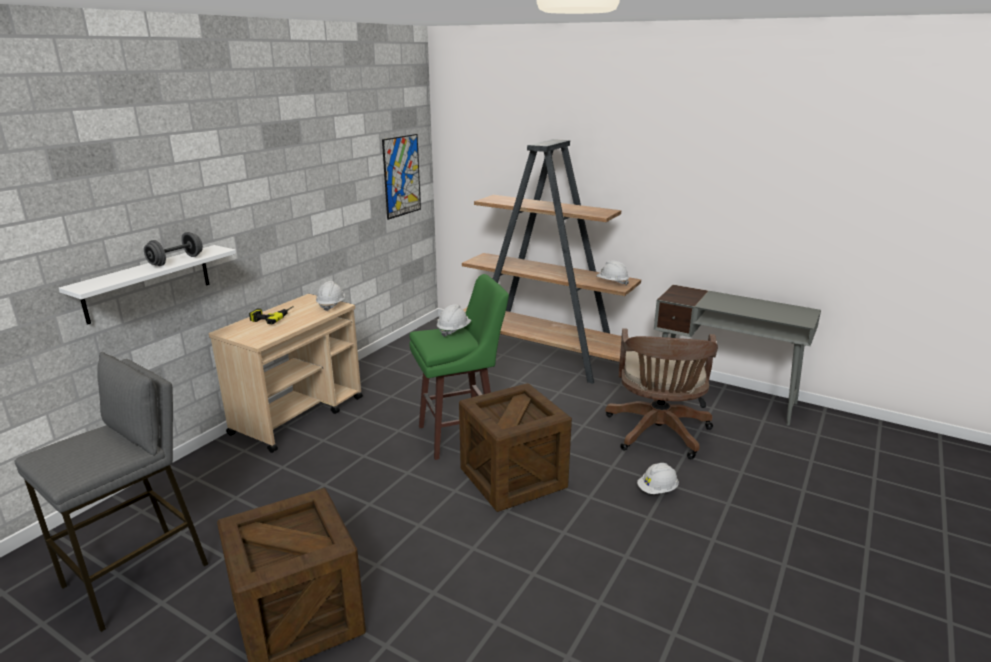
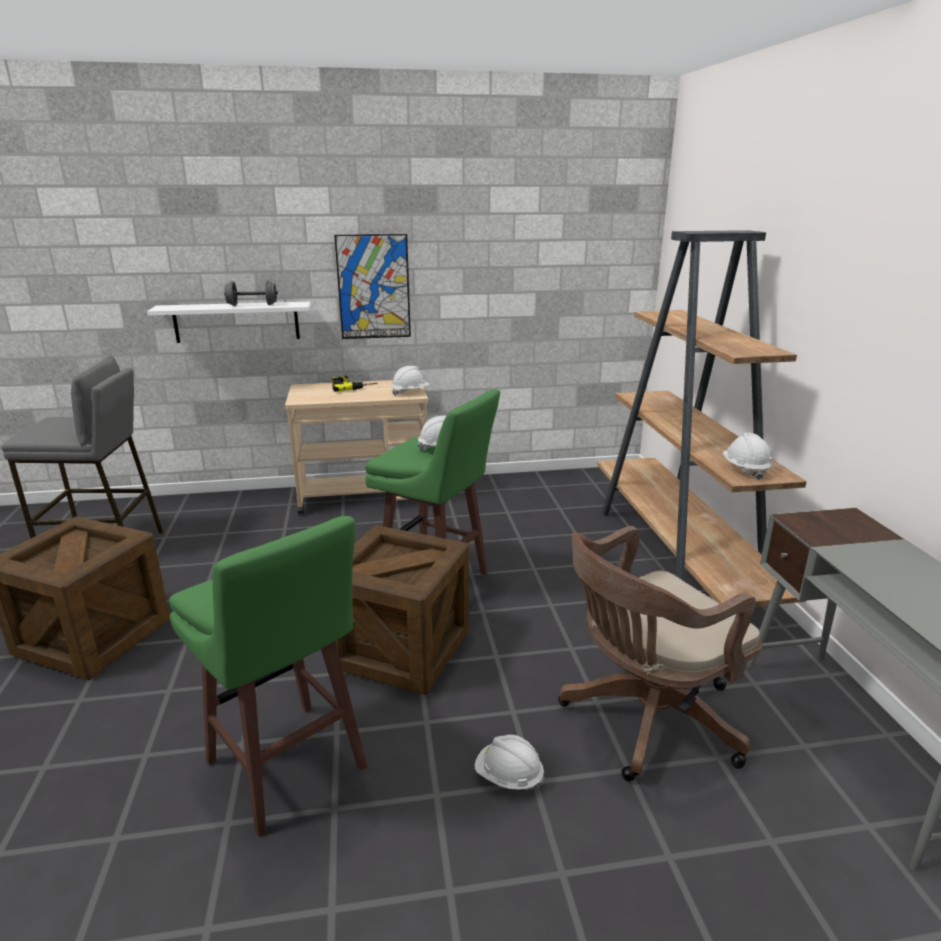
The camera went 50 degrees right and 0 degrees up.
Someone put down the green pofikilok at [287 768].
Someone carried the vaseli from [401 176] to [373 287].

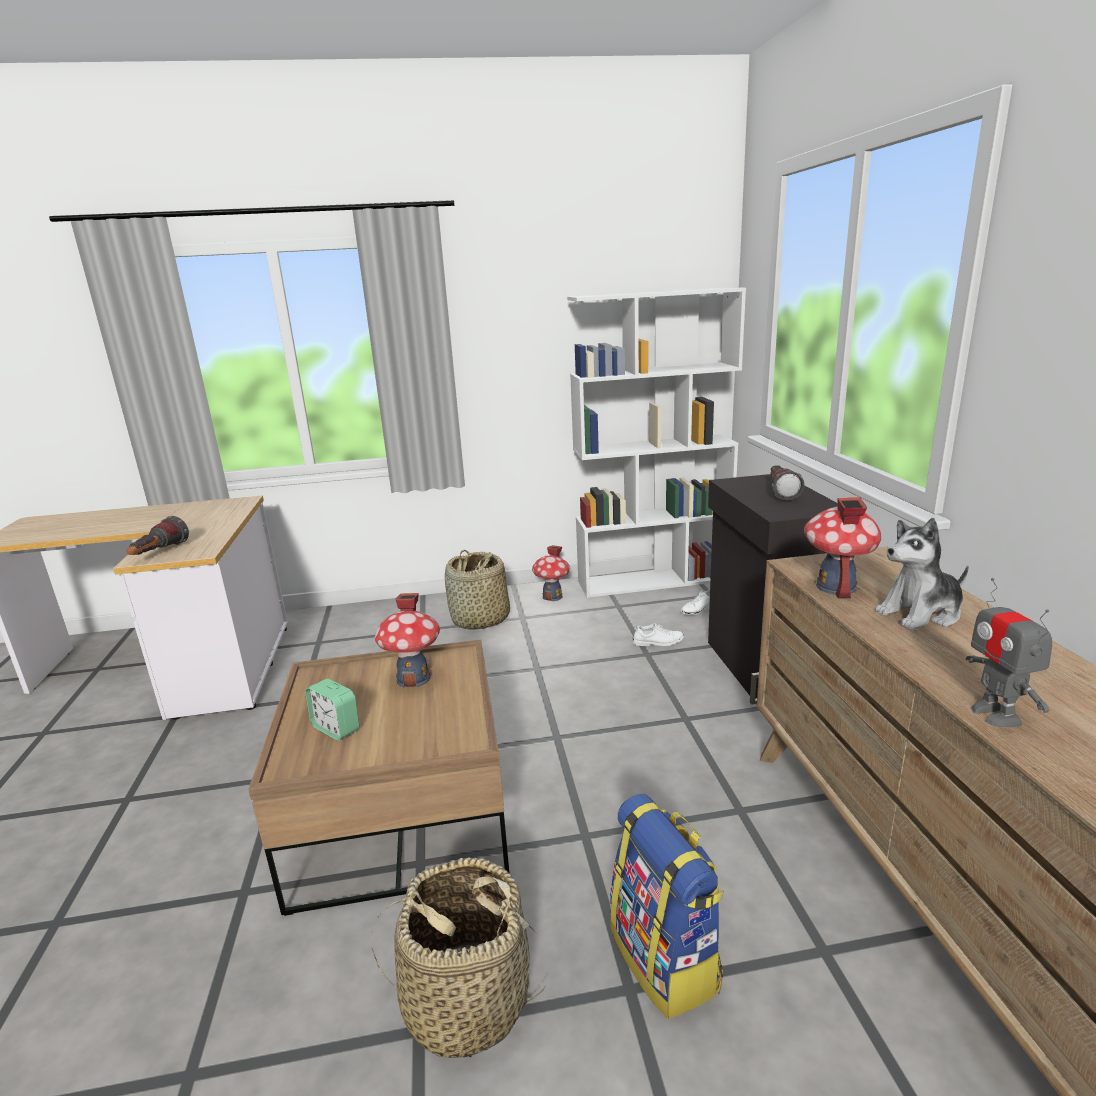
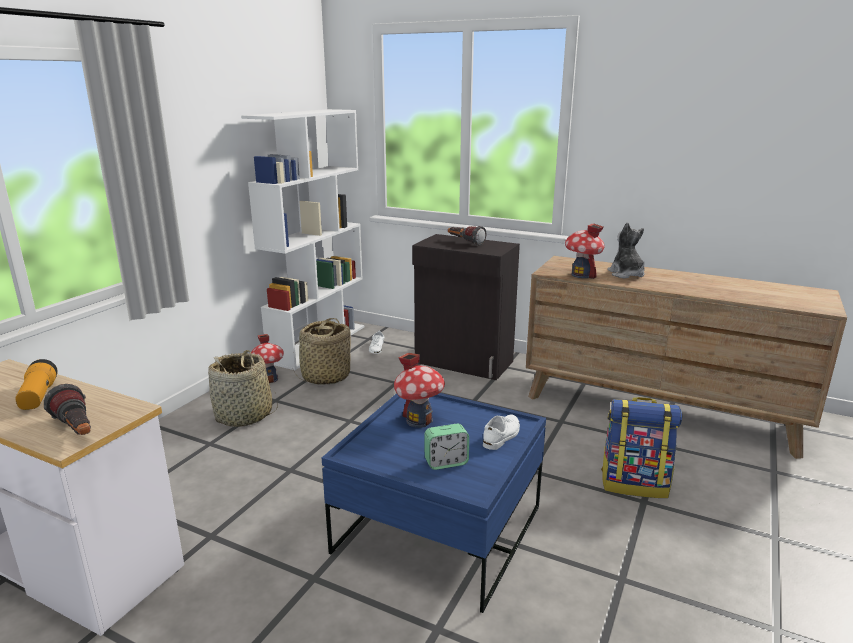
The camera went 55 degrees left and 0 degrees up.
Someone took away the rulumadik at [995 714].
Someone put down the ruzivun at [38 396].
Someone carried the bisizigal from [466 1000] to [325 377].
Someone carried the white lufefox from [658 641] to [501 436].
Someone repainted the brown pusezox at [401 817], which became the blue pusezox at [439 530].
Someone rotated the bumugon at [921 613] by 150 degrees clockwise.

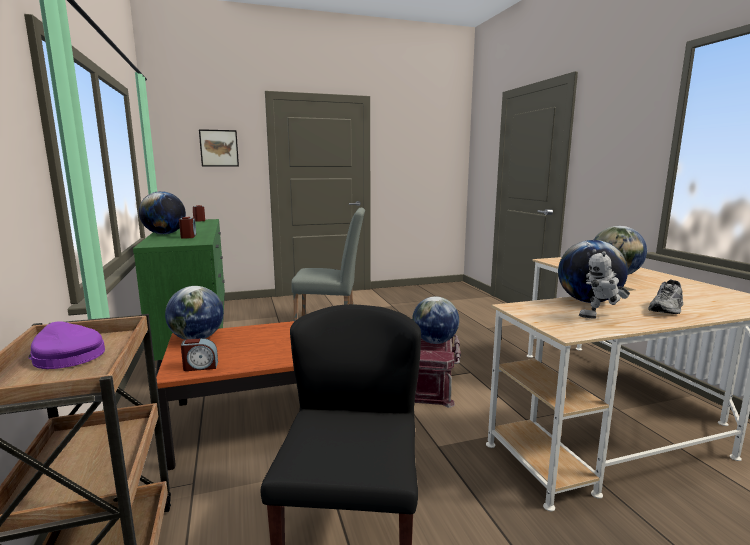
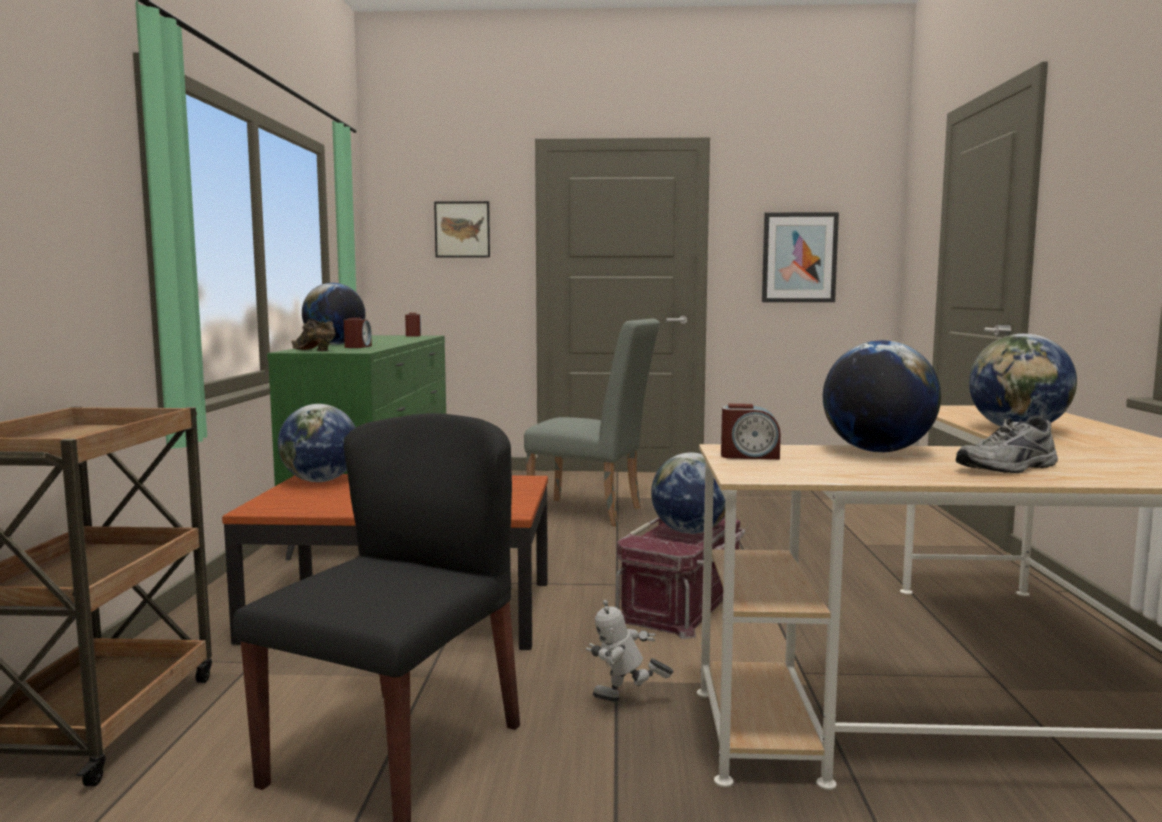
The camera went 20 degrees right and 5 degrees down.
Someone took away the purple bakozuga at [66 356].
Someone put down the brown lufefox at [313 350].
Someone put up the vaseli at [799 257].
Someone carried the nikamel from [200 366] to [749 456].
Someone carried the rulumadik from [601 318] to [625 703].

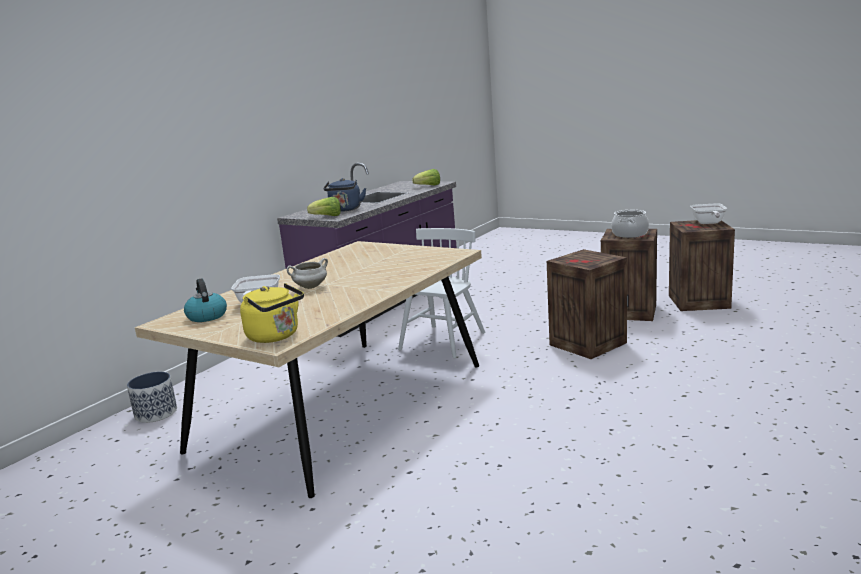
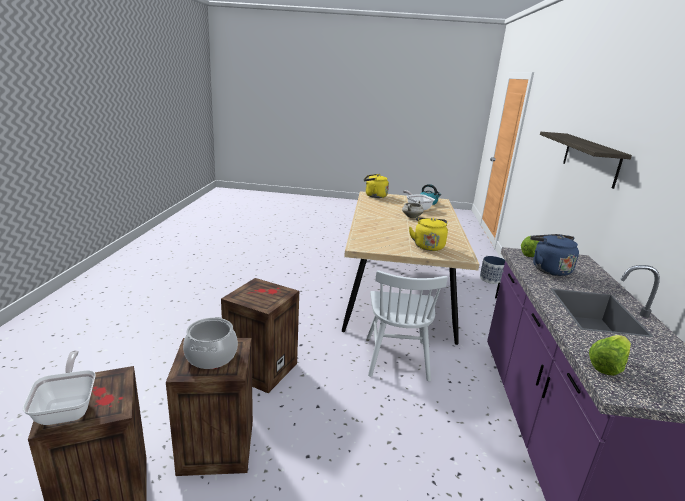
The camera went 150 degrees right and 5 degrees up.
Someone put down the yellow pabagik at [428 246].
Someone put up the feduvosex at [590 158].

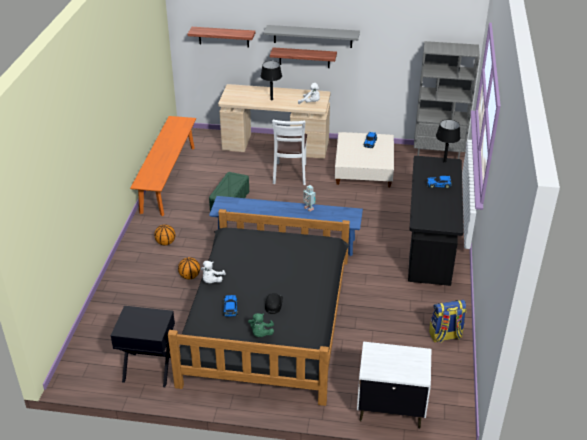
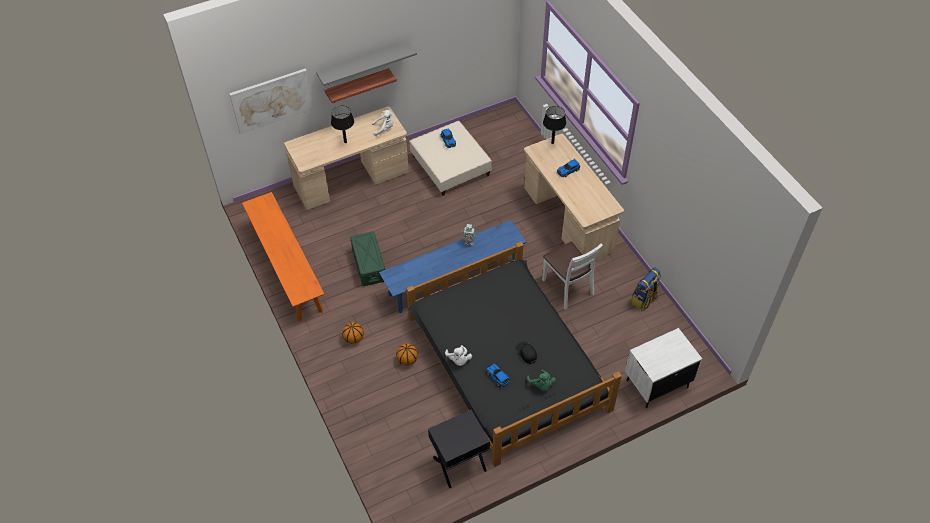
The camera went 35 degrees left and 15 degrees up.
Someone took away the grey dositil at [438 154].
Someone carried the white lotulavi from [290 174] to [567 288].
Someone swapped the feduvosex at [223 37] for the vaseli at [272 100].
Someone repainted the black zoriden at [430 245], which became the beige zoriden at [568 220].

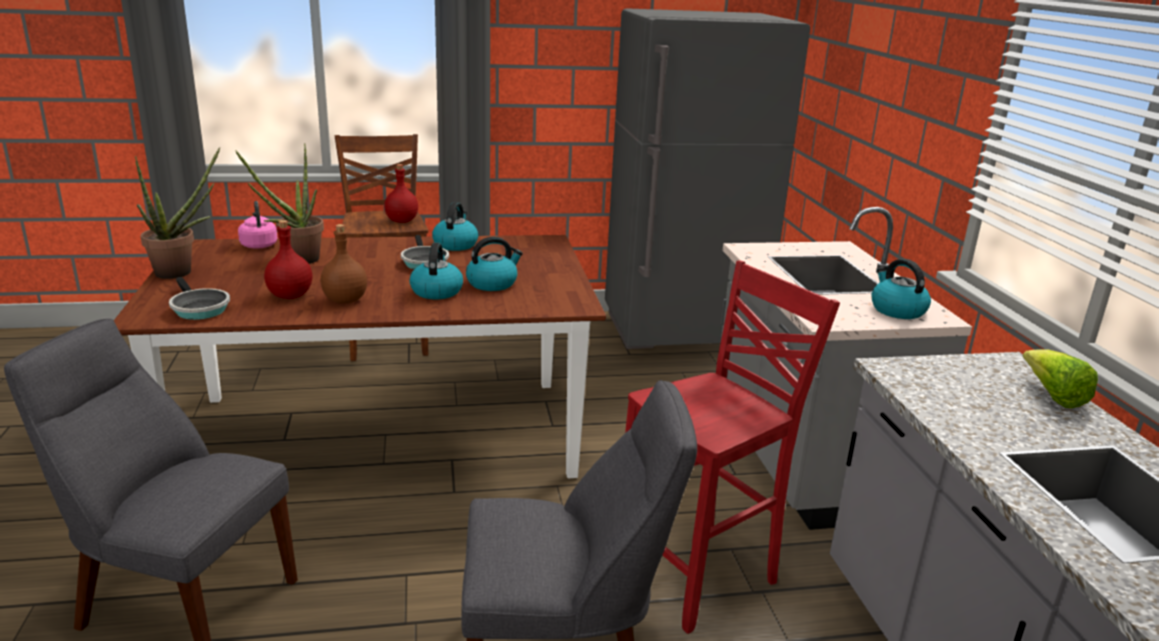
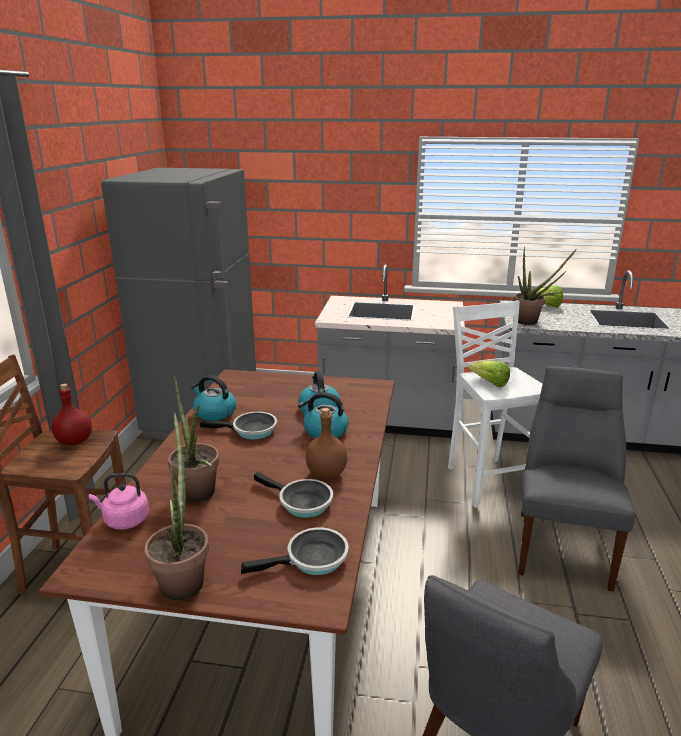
The camera went 70 degrees left and 0 degrees up.
Someone took away the pabagik at [897 310].
Someone put down the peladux at [490 383].
Someone put down the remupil at [531 322].
Someone swapped the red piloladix at [289 296] for the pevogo at [301 502].
Someone repainted the red pofikilok at [701 576], which became the white pofikilok at [487 480].

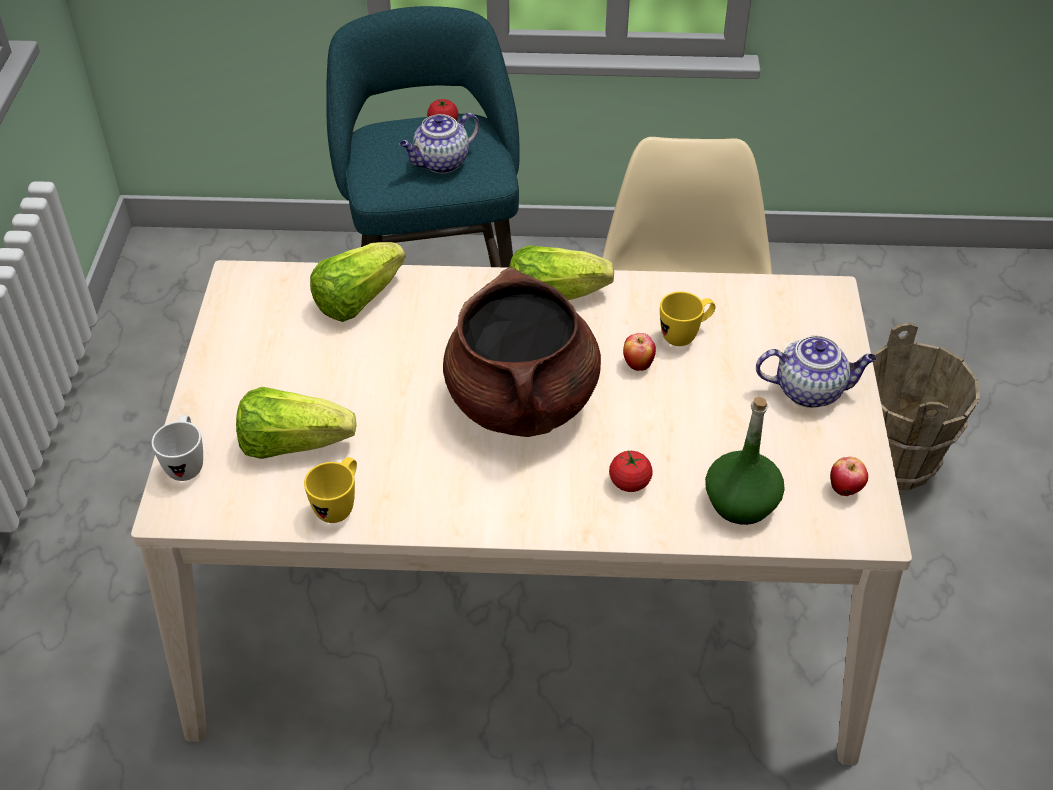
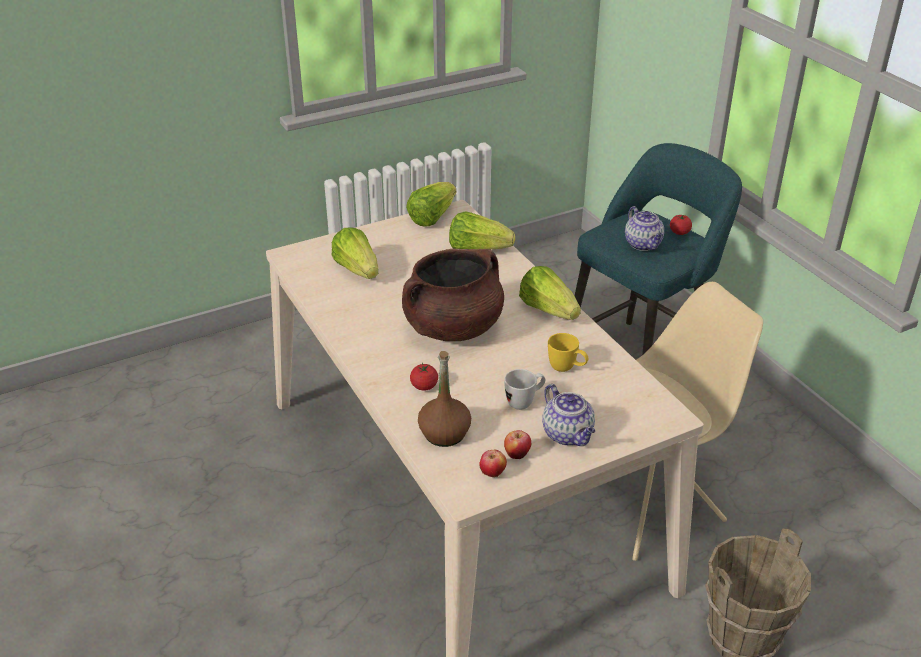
The camera went 60 degrees right and 10 degrees down.
Someone took away the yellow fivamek at [339 505].
Someone put down the peladux at [432 217].
Someone carried the white fivamek from [186 463] to [524 402].
Someone carried the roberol from [637 364] to [517 454].
Someone repainted the green piloladix at [741 502], which became the brown piloladix at [445 433].
Someone rotated the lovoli at [441 163] by 135 degrees counterclockwise.

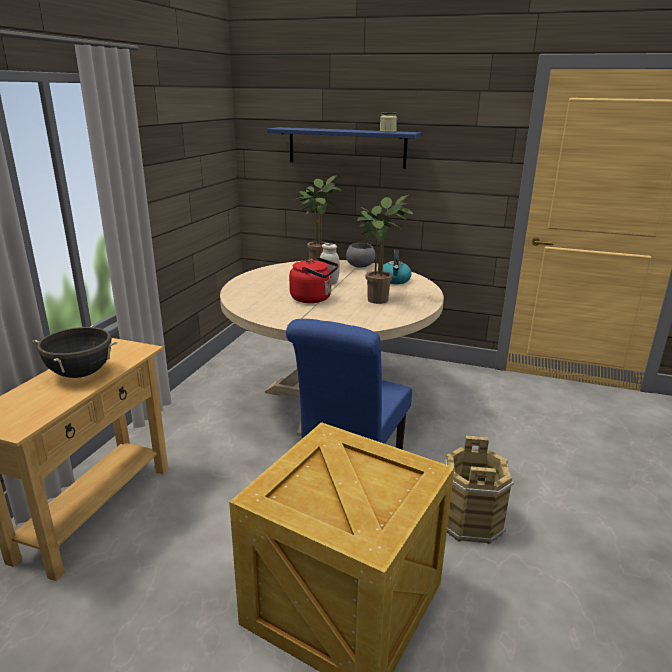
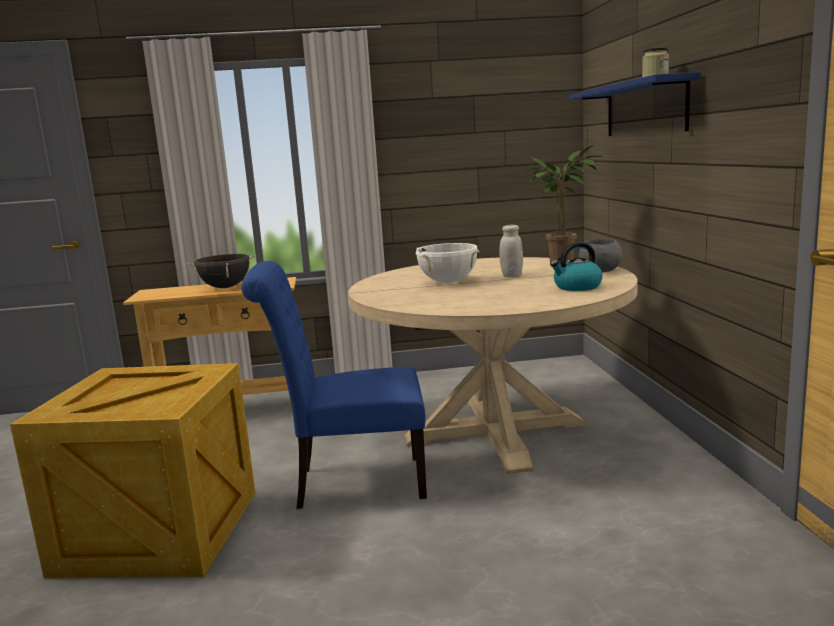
The camera went 65 degrees right and 10 degrees down.
Someone took away the remupil at [377 298].
Someone took away the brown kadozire at [471 521].
Someone swapped the red pabagik at [313 298] for the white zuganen at [448 282].

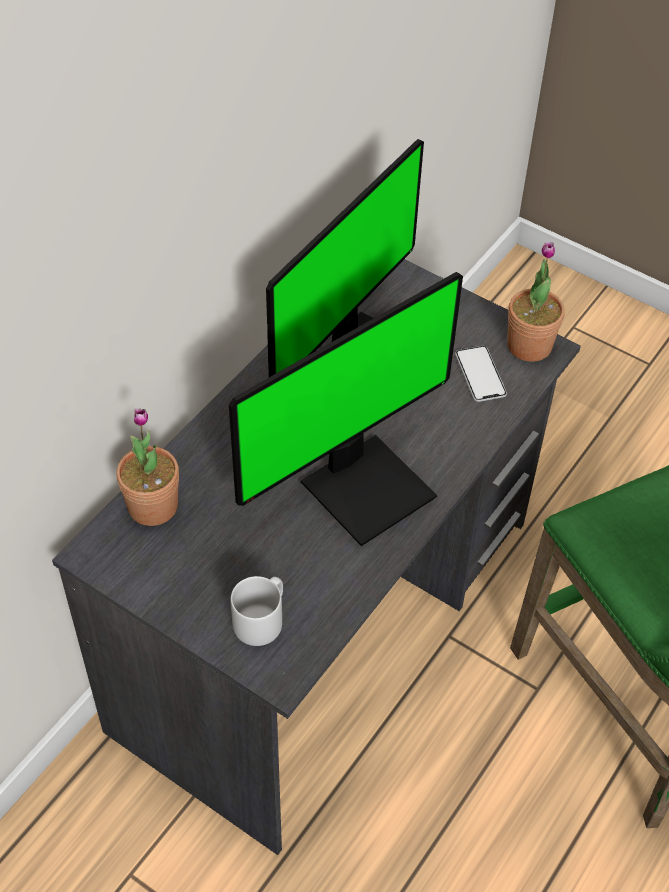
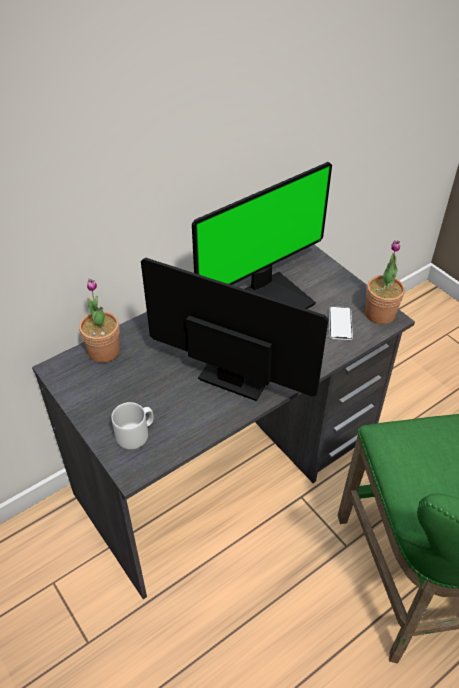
The camera went 20 degrees right and 5 degrees down.
Someone rotated the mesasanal at [365 486] by 135 degrees counterclockwise.

